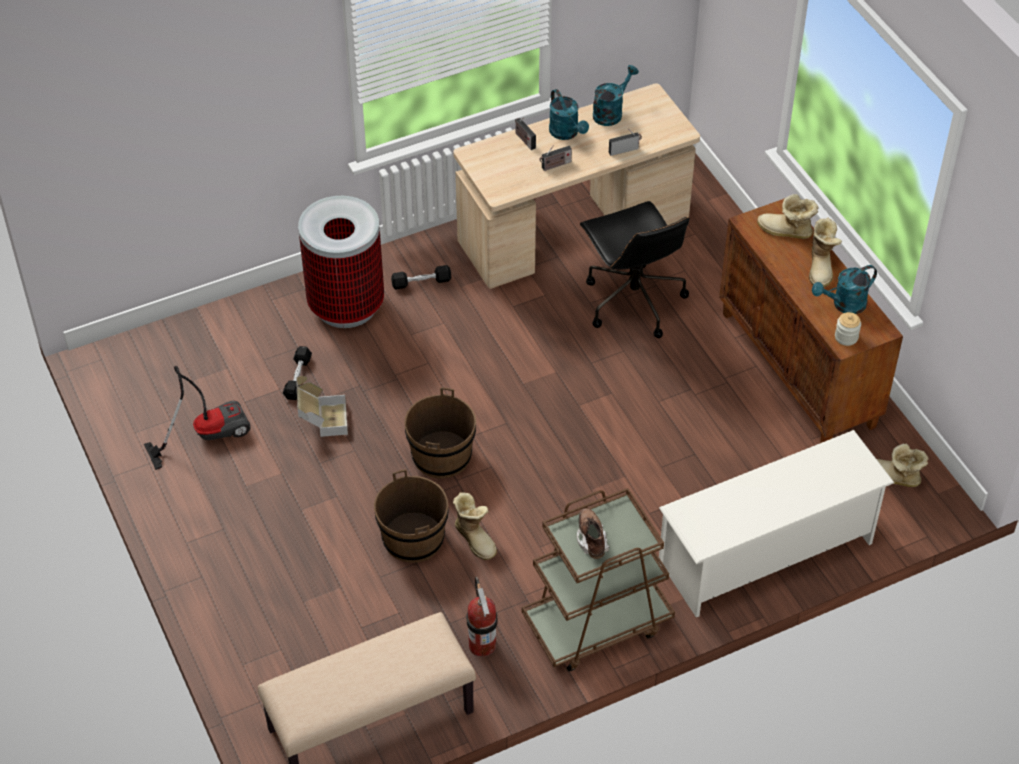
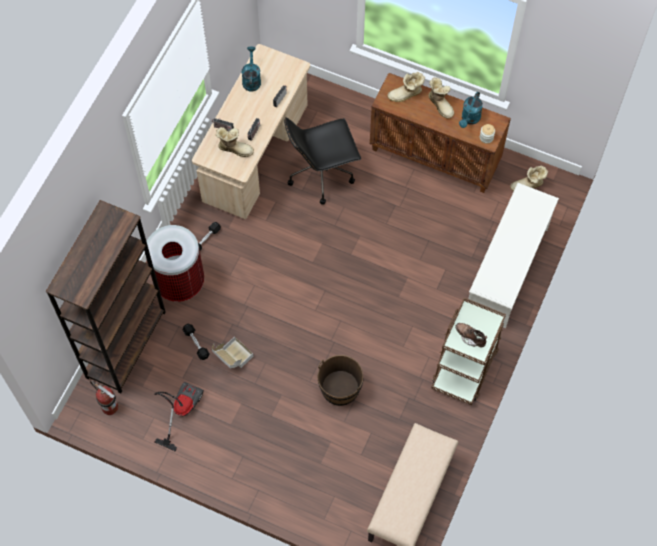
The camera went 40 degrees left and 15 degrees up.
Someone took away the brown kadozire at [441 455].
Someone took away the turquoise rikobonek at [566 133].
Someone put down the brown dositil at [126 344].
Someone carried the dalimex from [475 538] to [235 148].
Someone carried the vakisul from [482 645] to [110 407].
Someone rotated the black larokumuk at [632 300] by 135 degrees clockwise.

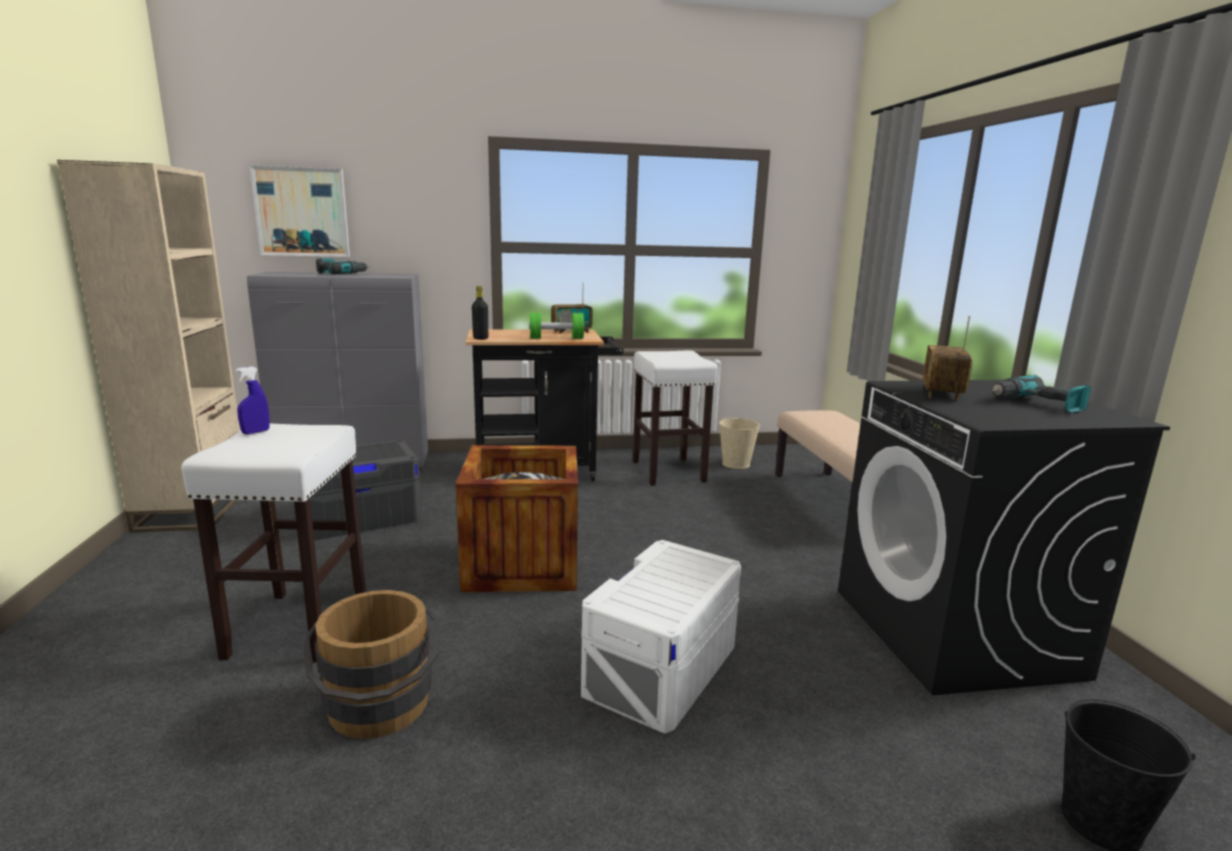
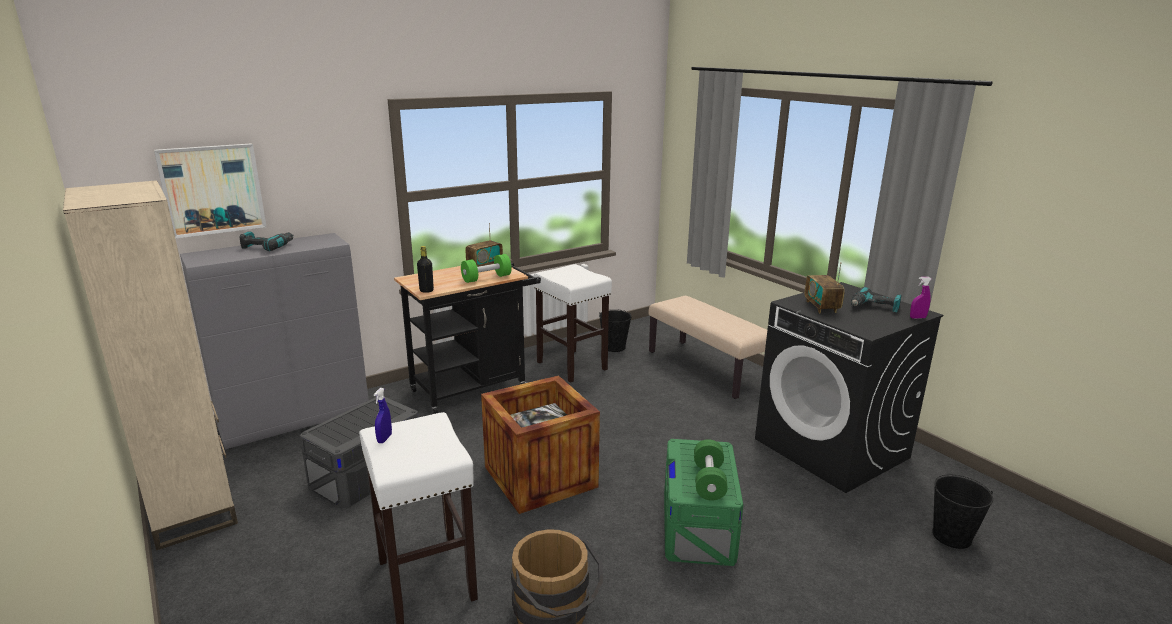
The camera went 25 degrees left and 5 degrees up.
Someone put down the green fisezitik at [708 481].
Someone put down the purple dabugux at [917 318].
Someone repainted the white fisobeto at [661 668], which became the green fisobeto at [698 525].
Someone repainted the beige kadozire at [736 464], which became the black kadozire at [614 347].

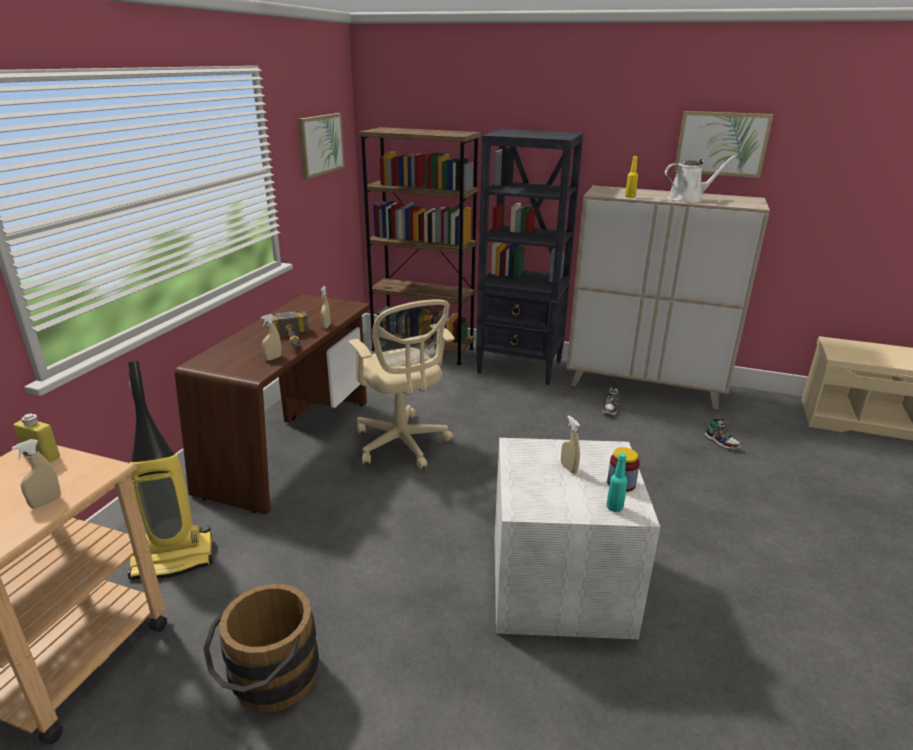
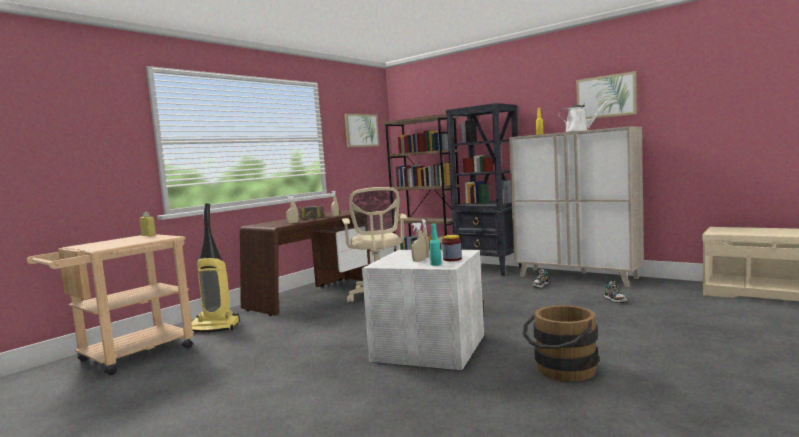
The camera went 20 degrees right and 20 degrees down.
Someone carried the beige dabugux from [46 502] to [419 261].
Someone carried the brown kadozire from [268 682] to [562 371].

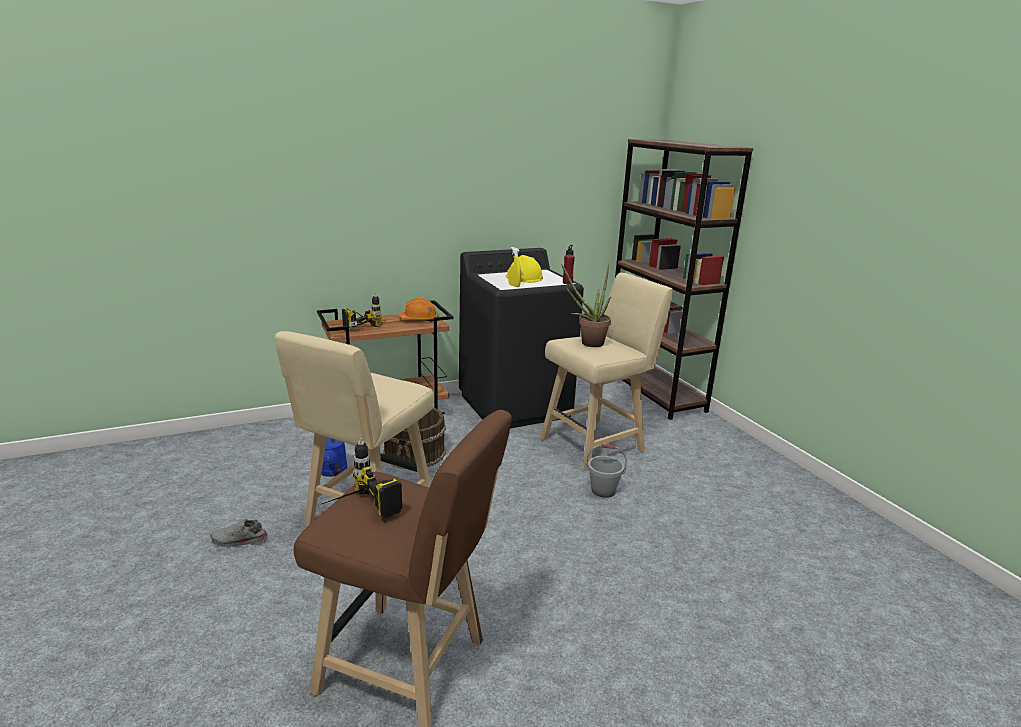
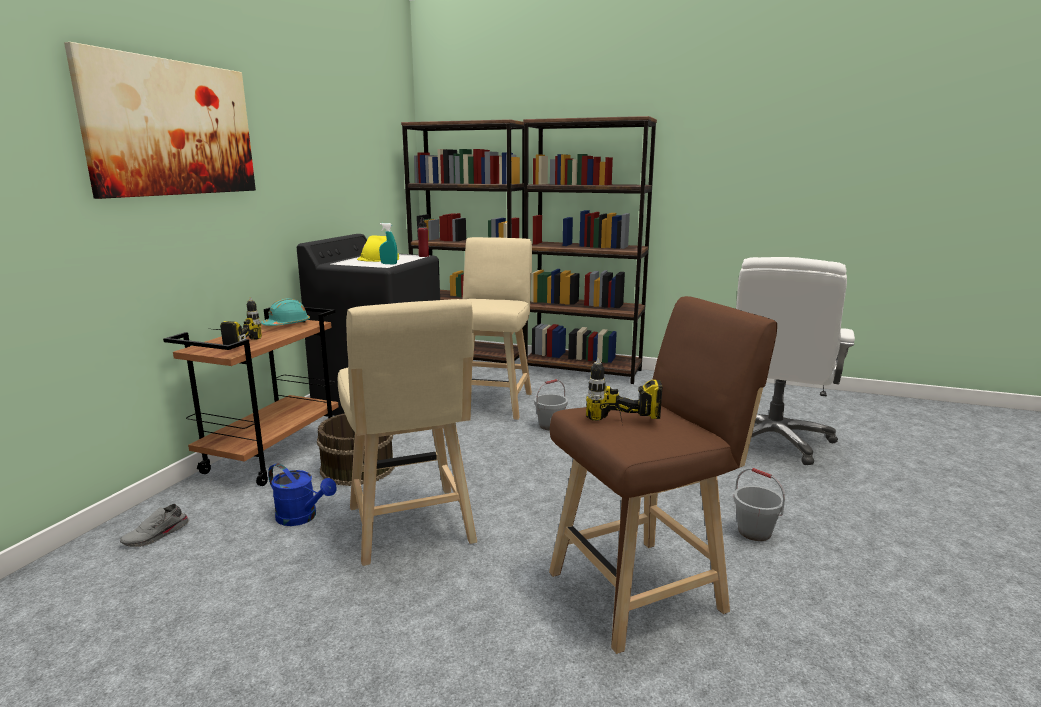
The camera went 45 degrees left and 5 degrees down.
Someone took away the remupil at [587 343].
Someone put up the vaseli at [172 128].
Someone put down the brown dositil at [583 370].
Someone put down the grey kadozire at [755 532].
Someone put down the white larokumuk at [773 440].
Someone carried the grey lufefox from [239 541] to [157 536].
Someone repainted the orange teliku at [418 319], which became the turquoise teliku at [287 325].
Someone repainted the yellow dabugux at [514 285], which became the turquoise dabugux at [389 264].

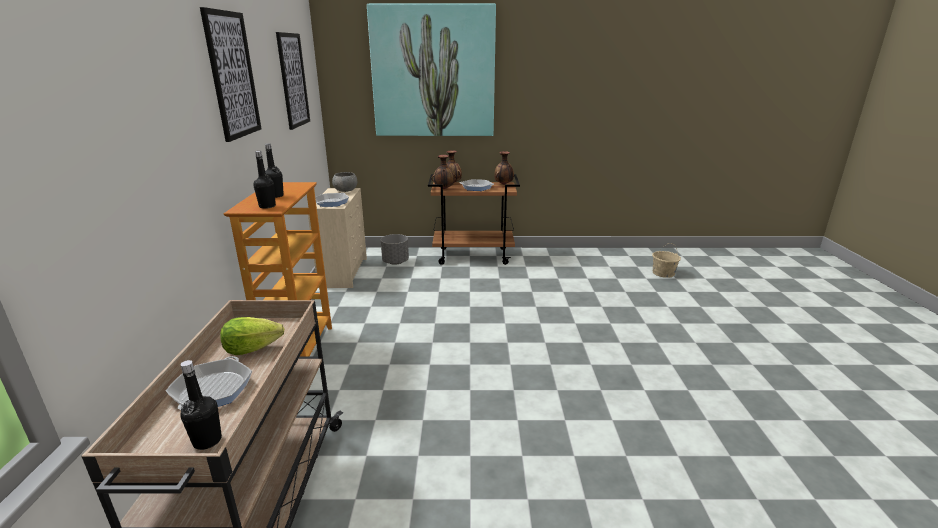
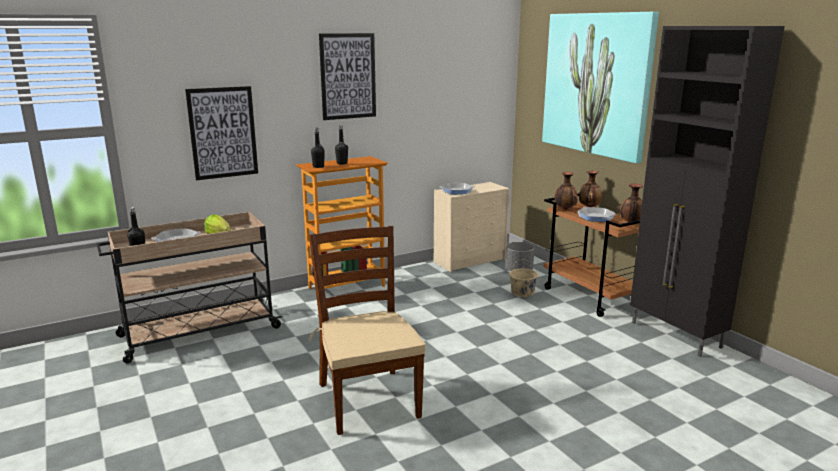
The camera went 60 degrees right and 5 degrees down.
Someone took away the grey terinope at [345 190].
Someone put down the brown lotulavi at [368 399].
Someone put down the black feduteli at [676 335].
Someone carried the vaseli from [293 80] to [223 133].
Someone carried the beige kadozire from [663 273] to [522 292].

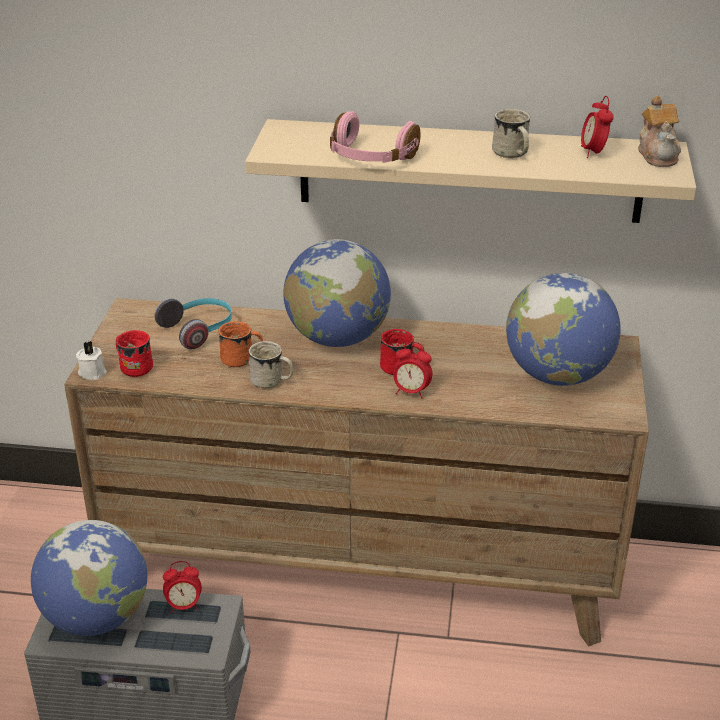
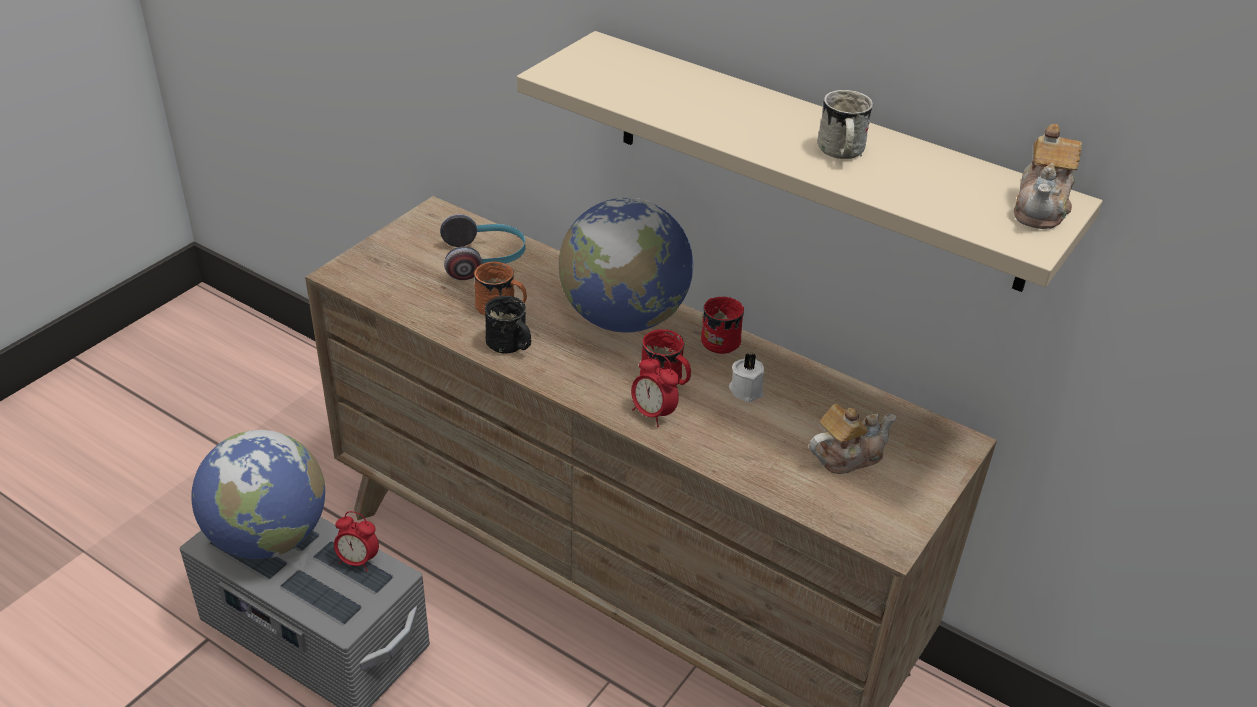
The camera went 25 degrees right and 5 degrees up.
Someone took away the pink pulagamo at [371 157].
Someone took away the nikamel at [593 153].
Someone carried the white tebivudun from [92 372] to [746 390].
Someone carried the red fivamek from [133 366] to [718 338].
Someone swapped the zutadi at [557 375] for the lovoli at [847 456].
Someone repainted the white fivamek at [272 381], which became the black fivamek at [510 346].

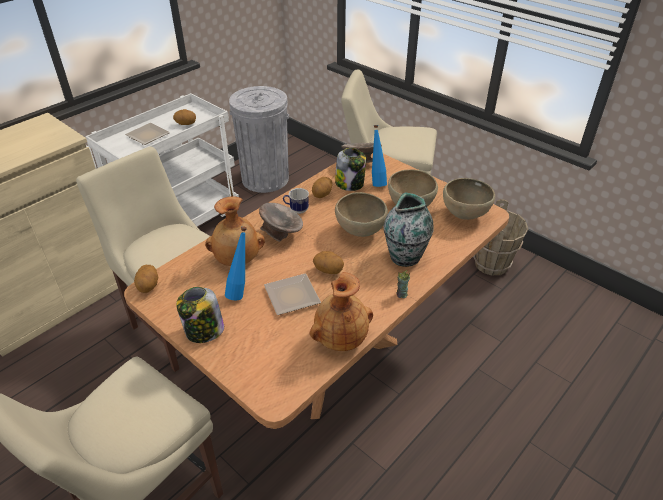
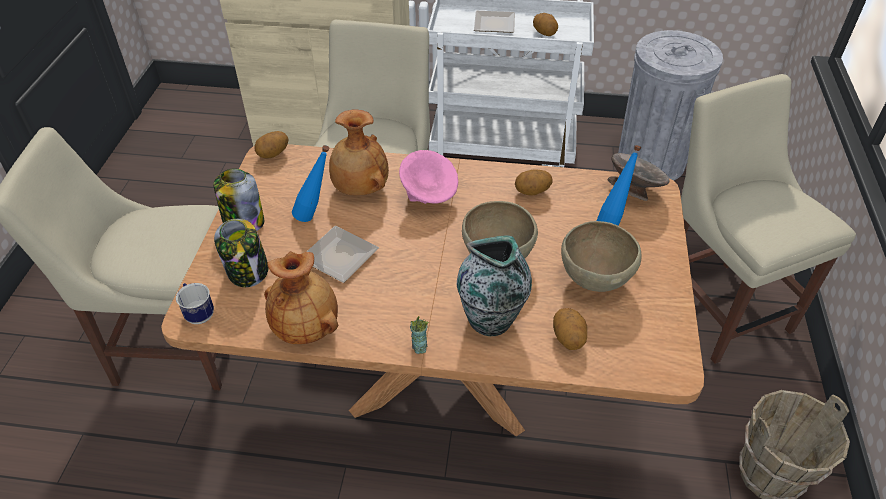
The camera went 55 degrees right and 5 degrees up.
Someone took away the brown terinope at [464 216].
Someone carried the fivamek from [296 210] to [198 313].
Someone carried the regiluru from [328 270] to [568 338].
Someone carried the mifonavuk from [350 184] to [248 271].
Someone repainted the grey terinope at [281 234], which became the pink terinope at [429 198].

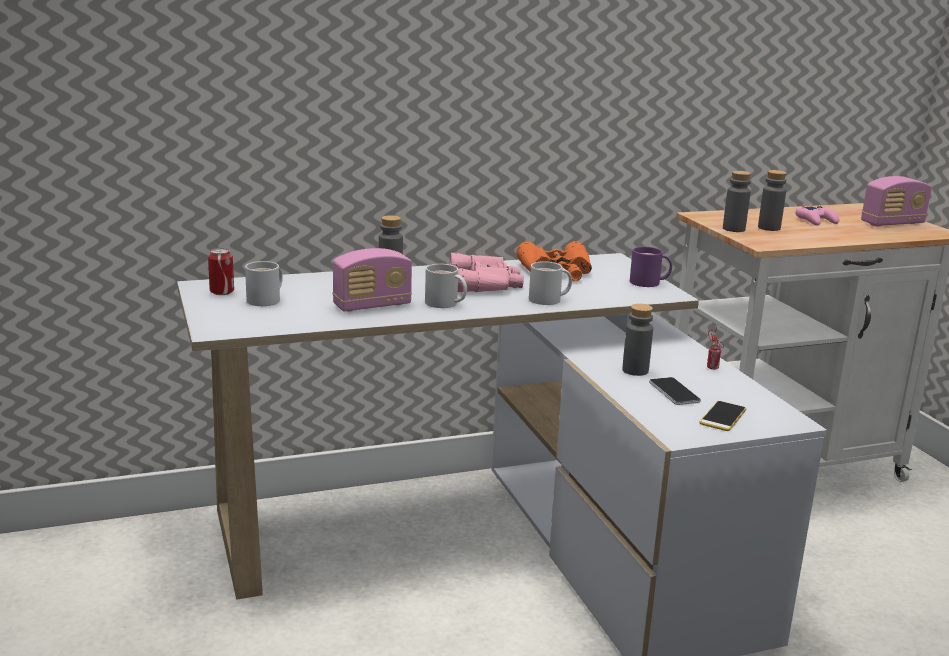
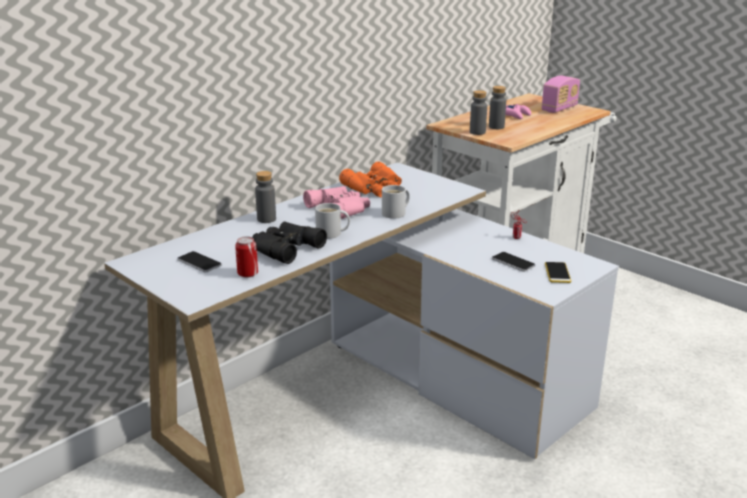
The camera went 25 degrees left and 5 degrees up.
Someone took away the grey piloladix at [635 370].
Someone took away the purple fivamek at [647 283].
Someone carried the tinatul from [222 292] to [247 274].
Someone swapped the white fivamek at [266 300] for the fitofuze at [199 263].
Someone swapped the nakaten at [372 306] for the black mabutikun at [283 248].

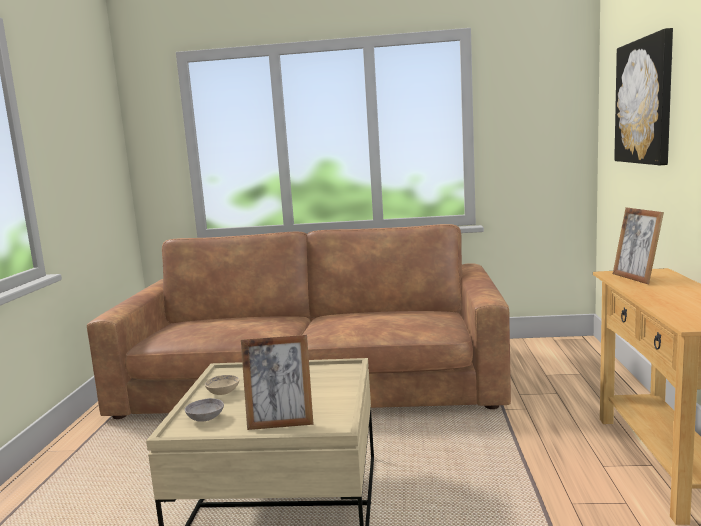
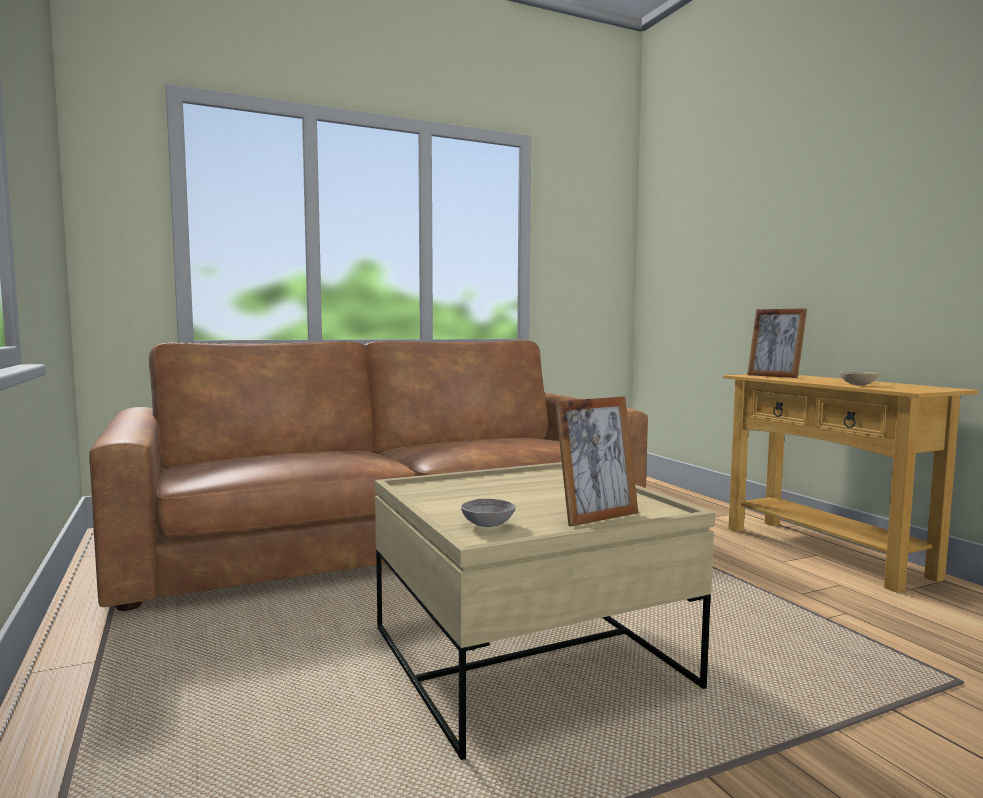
The camera went 30 degrees left and 5 degrees down.
Someone took away the vaseli at [644 101].
Someone carried the beige terinope from [223 392] to [858 385].

